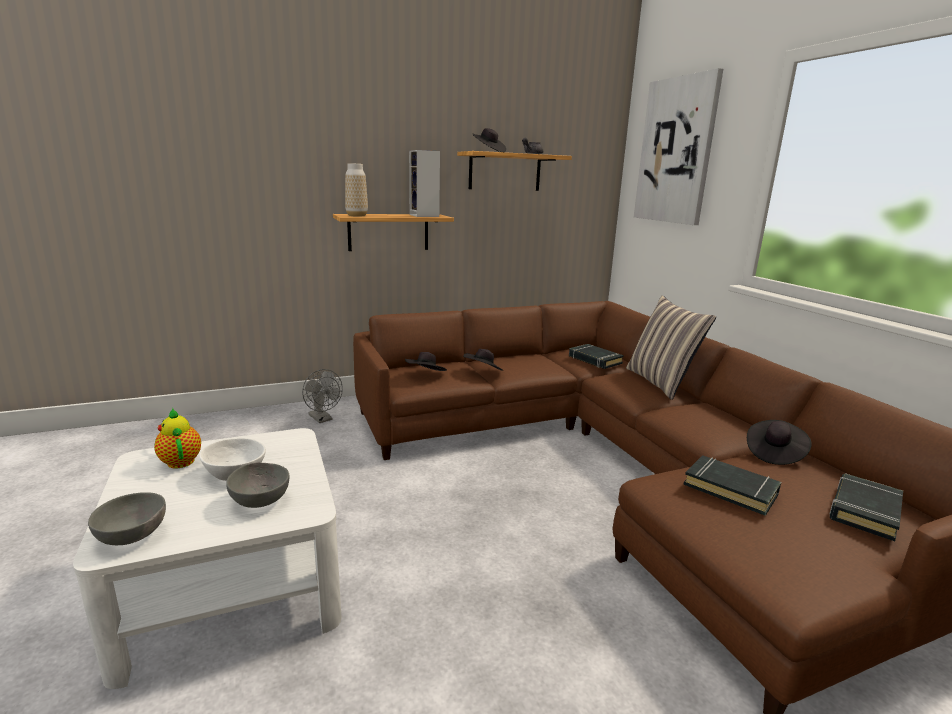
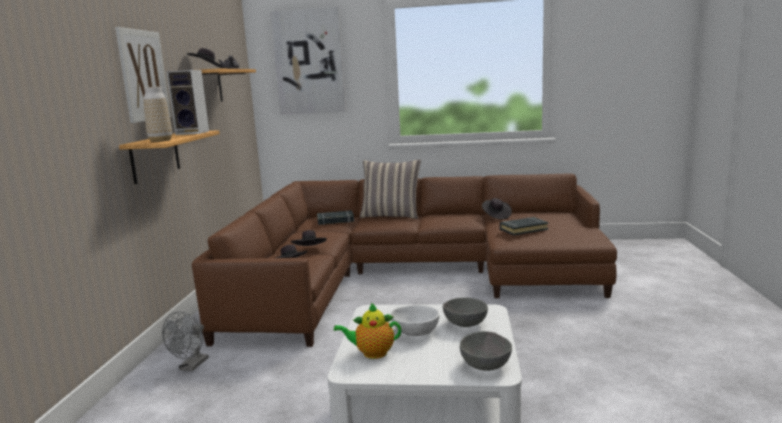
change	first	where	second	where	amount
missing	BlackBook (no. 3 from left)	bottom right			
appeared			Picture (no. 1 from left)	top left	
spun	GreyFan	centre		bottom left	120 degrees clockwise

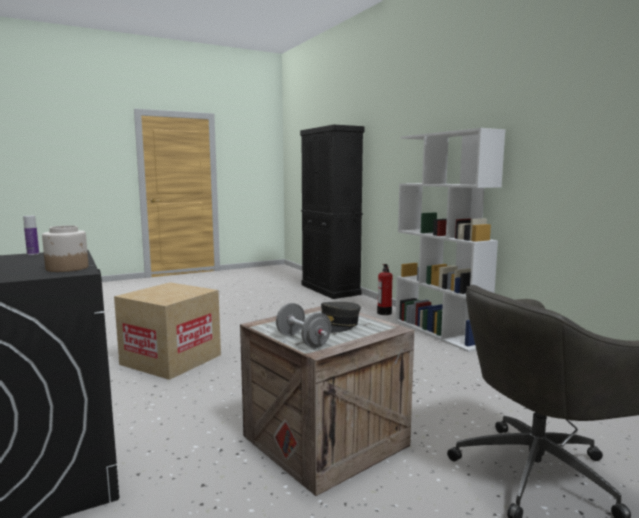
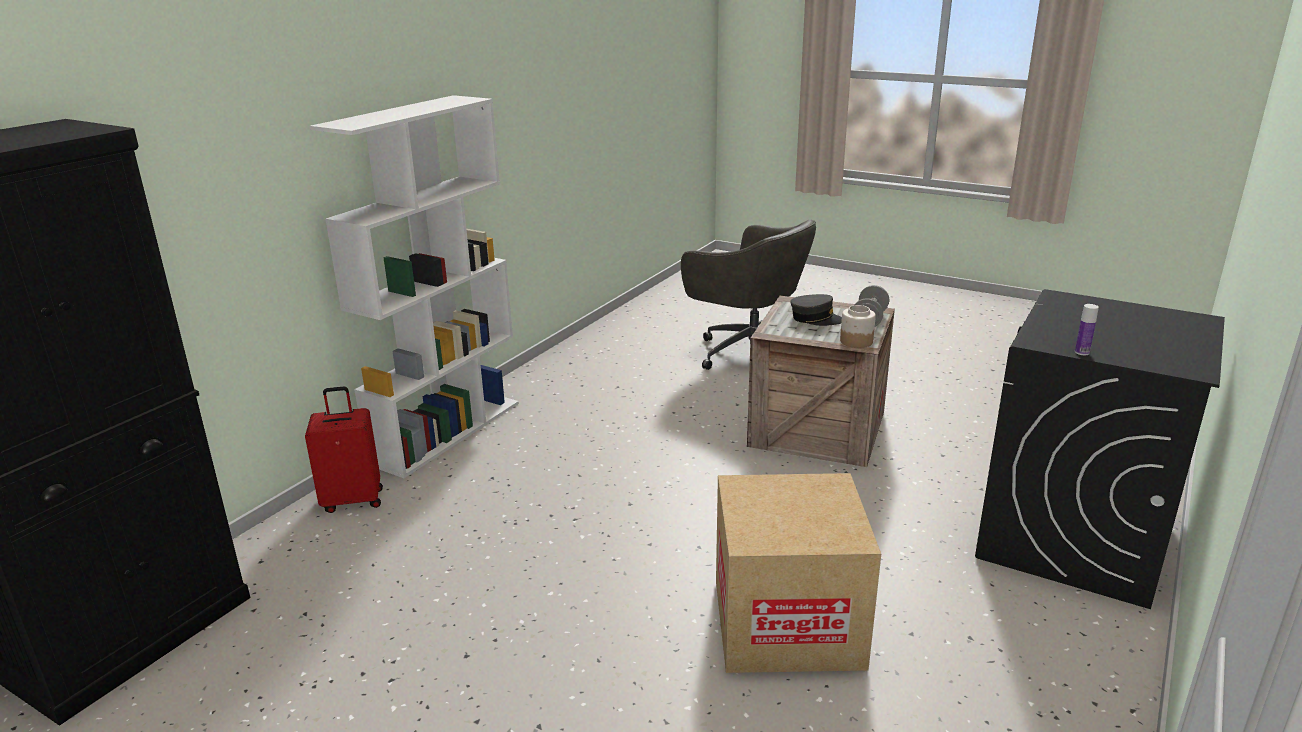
change	first	where	second	where	amount
relocated	Jar	middle left		centre	
exchanged	FireExtinguisher	centre	RedSuitcase	middle left	

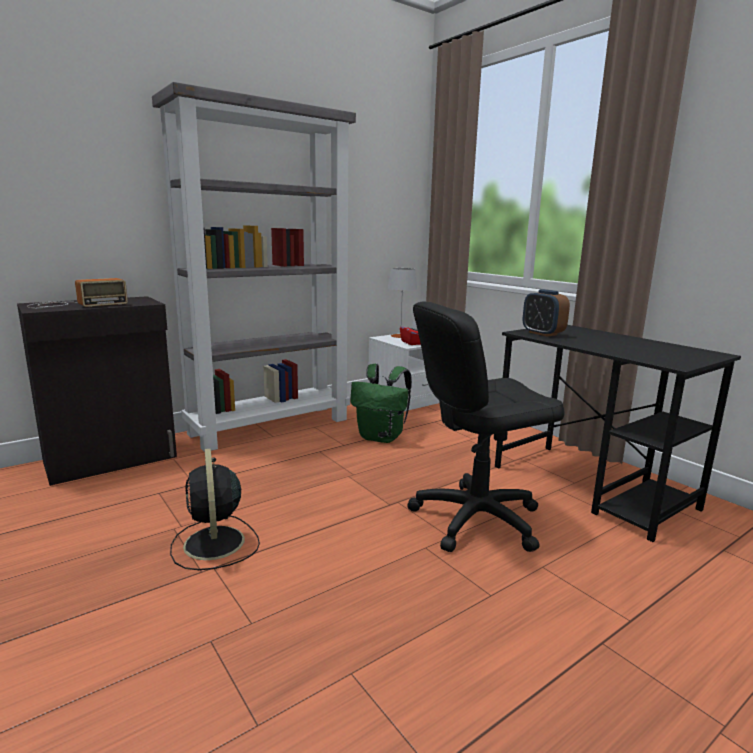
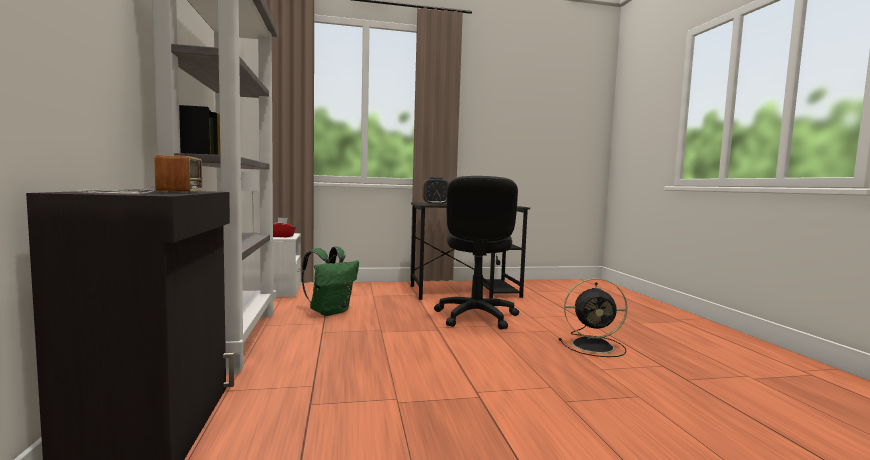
change	first	where	second	where	amount
relocated	BlackFan	bottom left		bottom right	

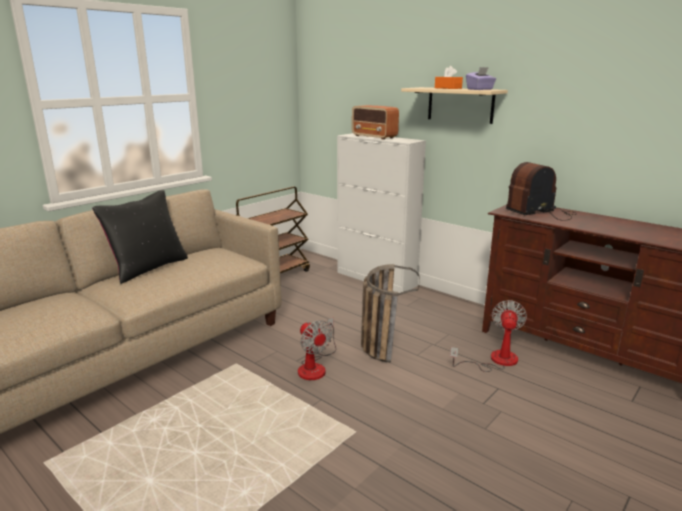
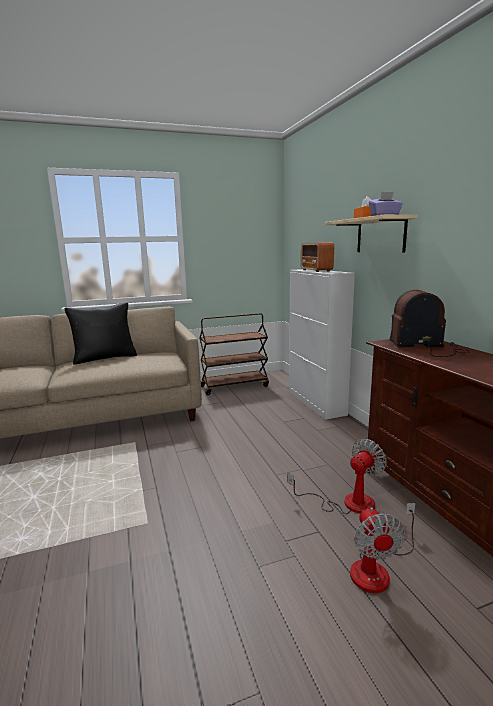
change	first	where	second	where	amount
missing	Basket	centre			
relocated	Fan (no. 1 from left in the first image)	bottom centre	Fan (no. 2 from left)	bottom right	

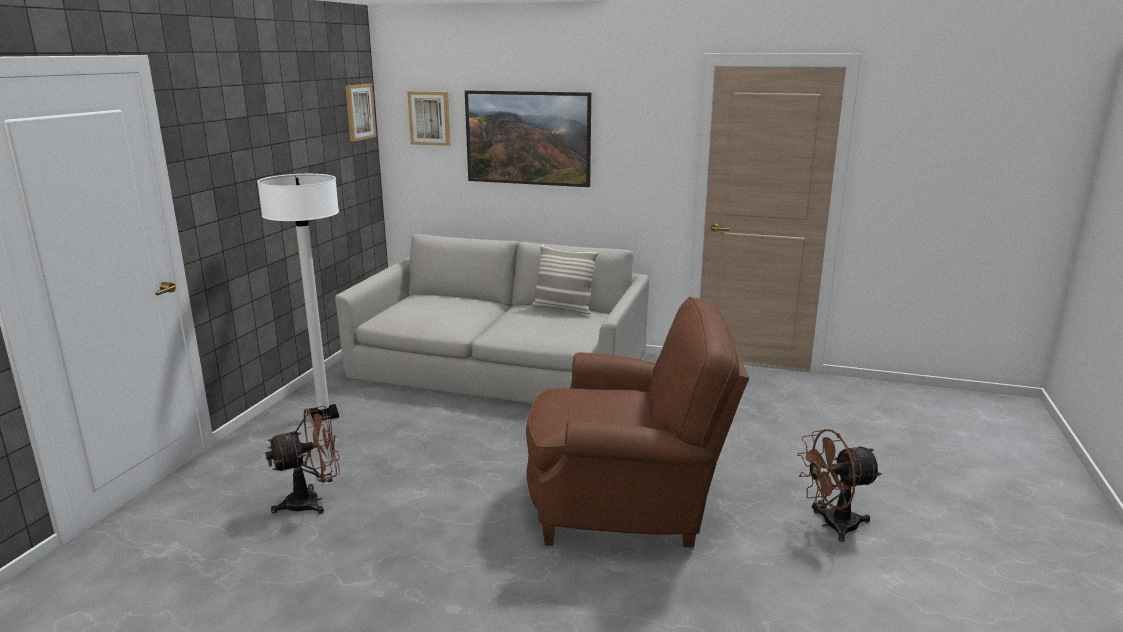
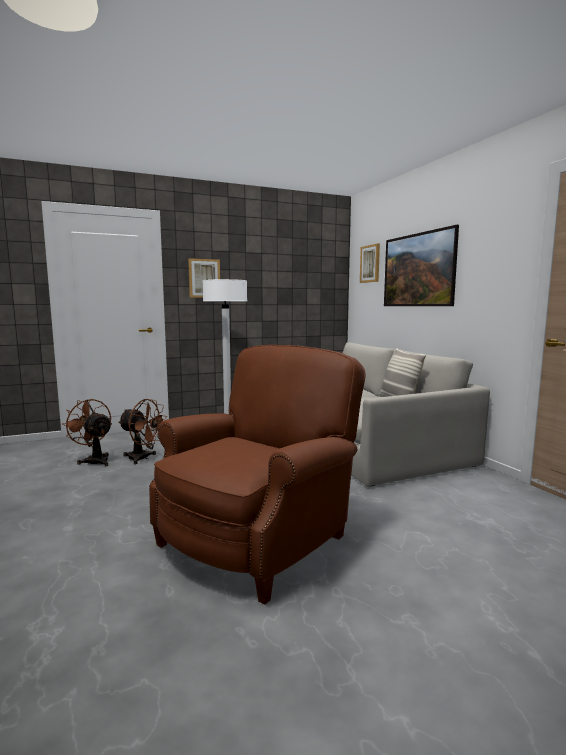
change	first	where	second	where	amount
relocated	Picture (no. 1 from left)	top left		centre	
relocated	BrownFan (no. 2 from left in the first image)	bottom right	BrownFan (no. 1 from left)	middle left	
spun	BrownArmchair	bottom centre		centre	105 degrees counterclockwise

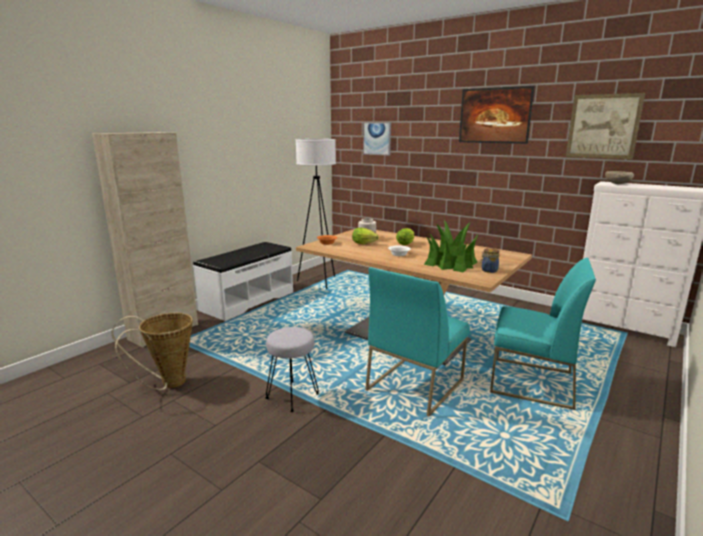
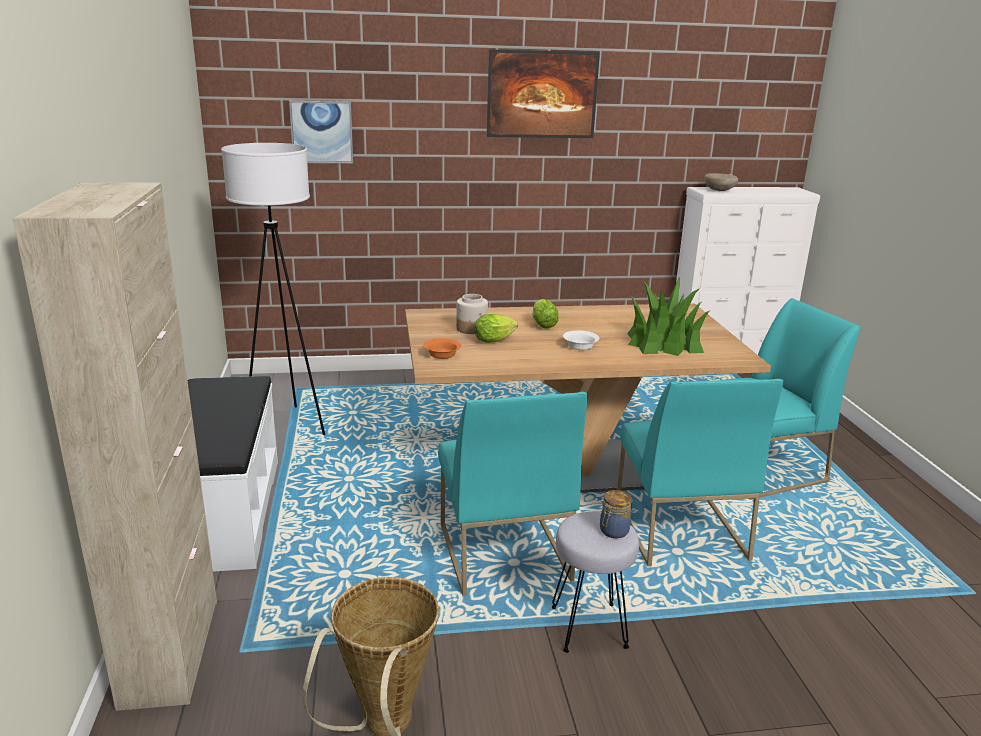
change	first	where	second	where	amount
missing	Picture (no. 3 from left)	top right			
appeared			TurquoiseChair (no. 1 from left)	bottom centre	
relocated	Jar (no. 2 from left)	middle right		bottom centre	

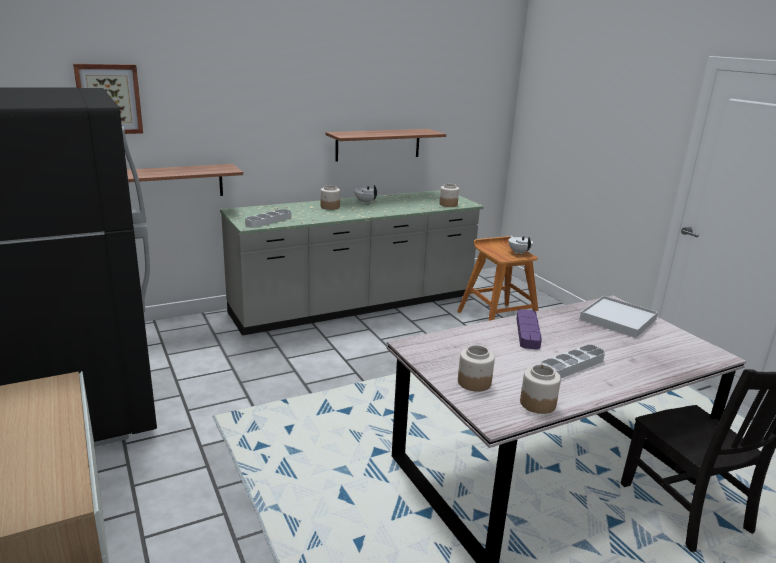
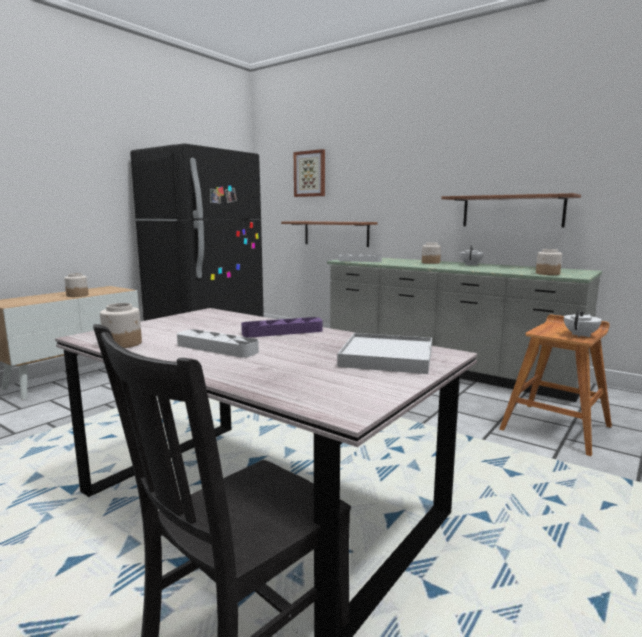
change	first	where	second	where	amount
relocated	Jar (no. 3 from left in the first image)	centre	Jar (no. 1 from left)	middle left	

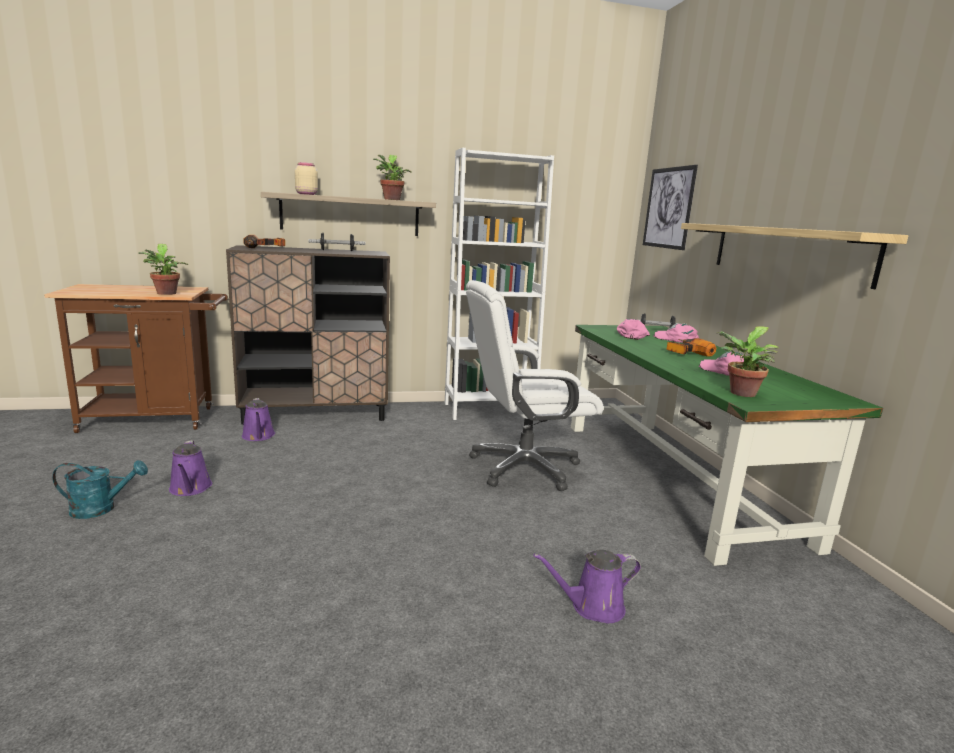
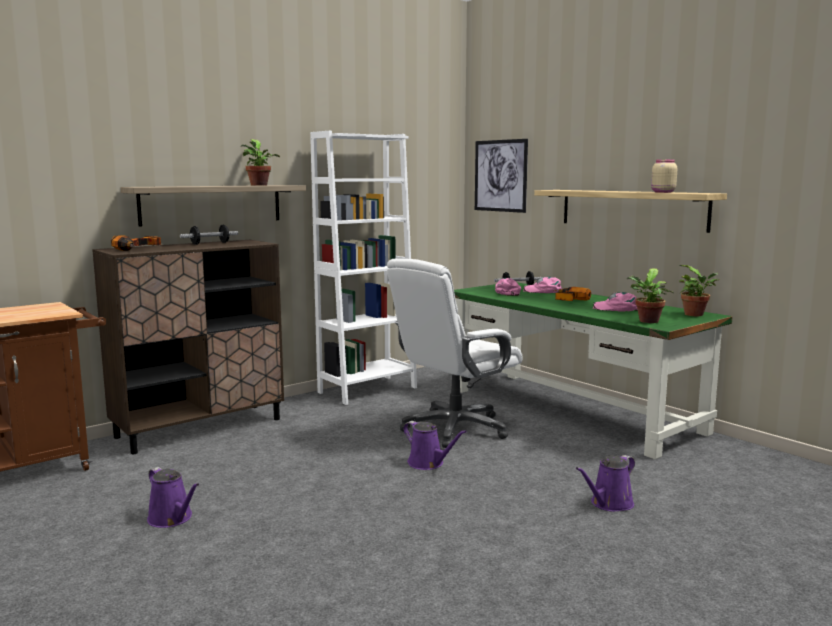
change	first	where	second	where	amount
missing	TurquoiseWateringCan	middle left			
relocated	PottedPlant (no. 1 from left in the first image)	middle left	PottedPlant (no. 3 from left)	middle right	
relocated	PurpleWateringCan (no. 2 from left)	middle left		bottom centre	
relocated	BeigeJar	top left		top right	

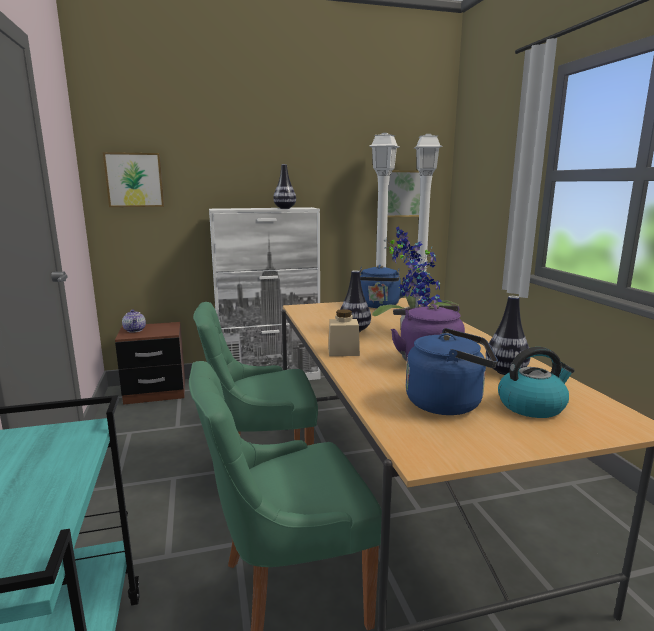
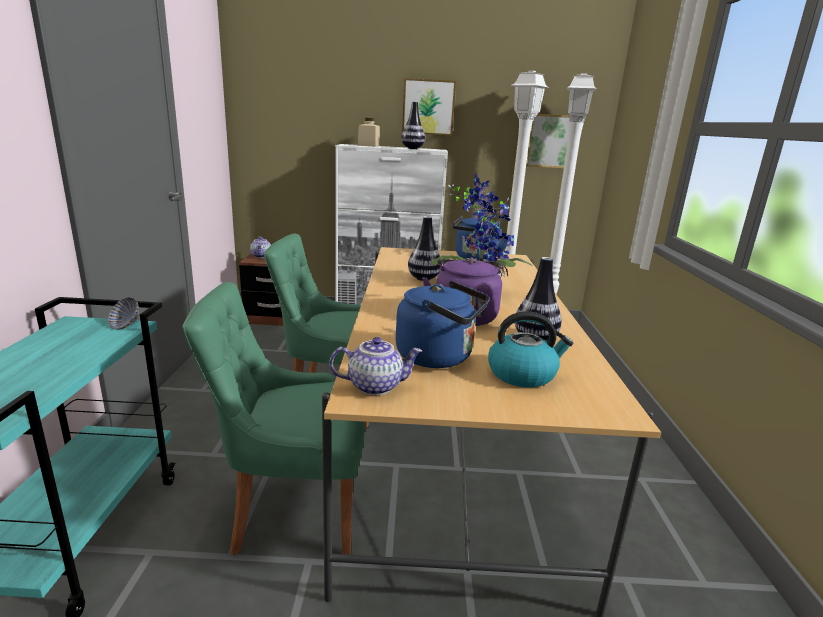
change	first	where	second	where	amount
appeared			Bowl	middle left	
appeared			Teapot (no. 2 from left)	centre	
relocated	Picture (no. 1 from left)	top left		top centre	
relocated	BeigeJar	centre		top centre	

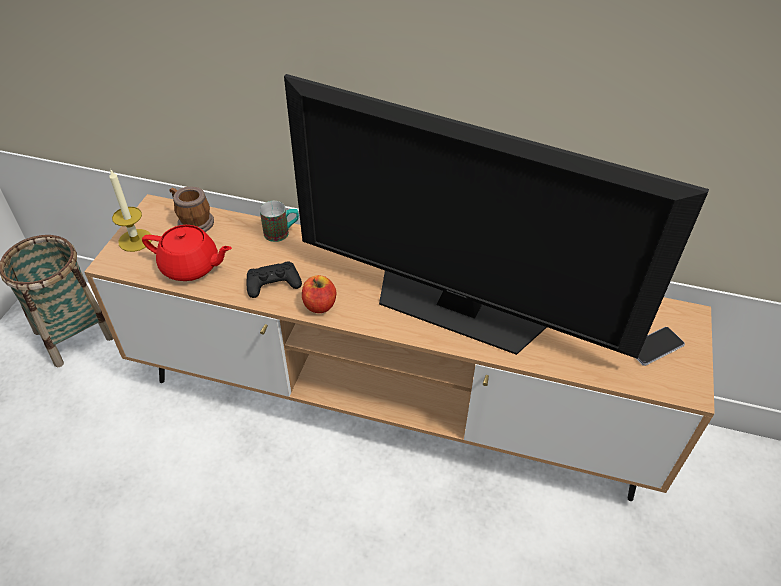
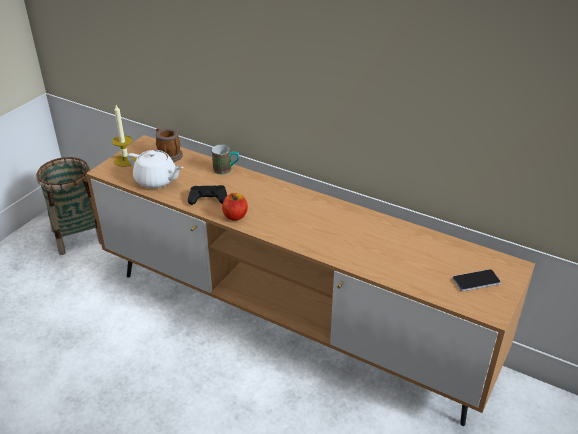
change	first	where	second	where	amount
missing	Television	centre			
colour	RedTeapot	middle left	WhiteTeapot	middle left	

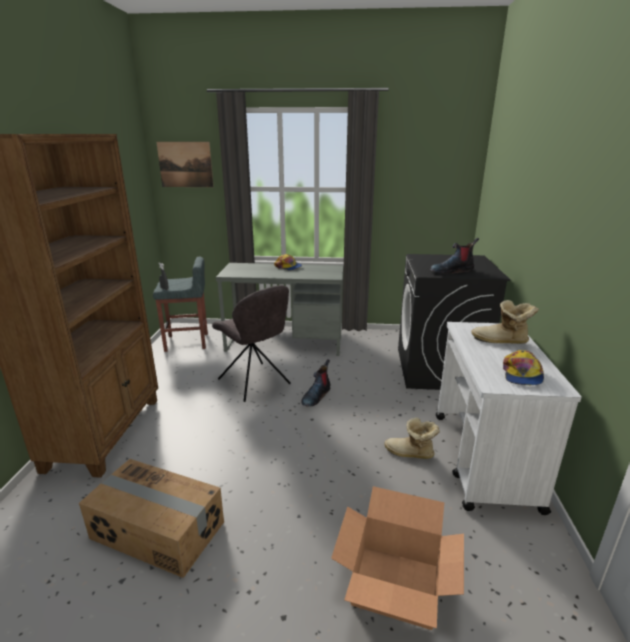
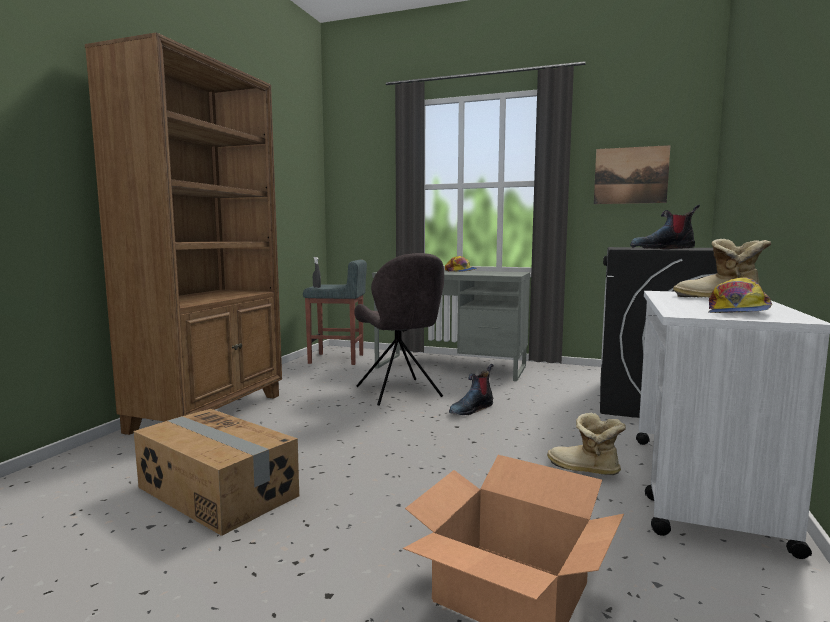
change	first	where	second	where	amount
relocated	Picture	top left		top right	

